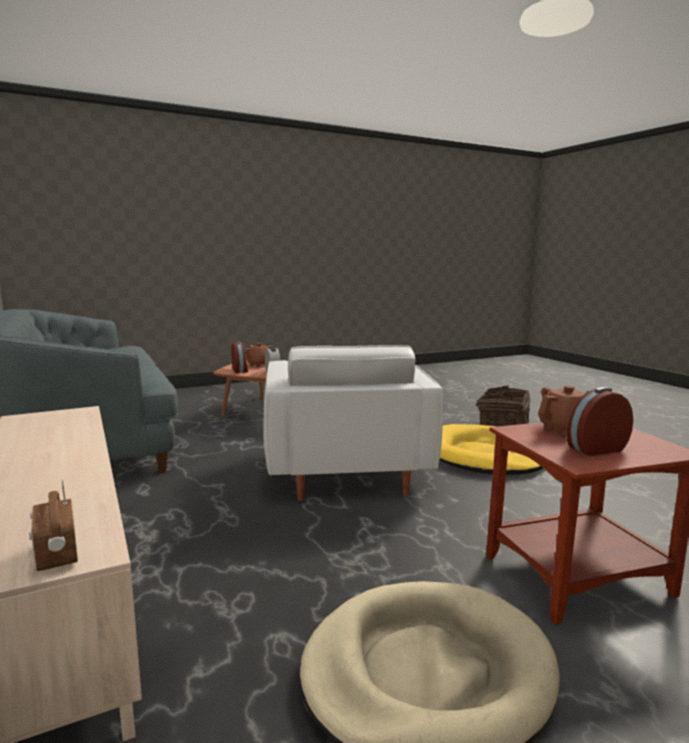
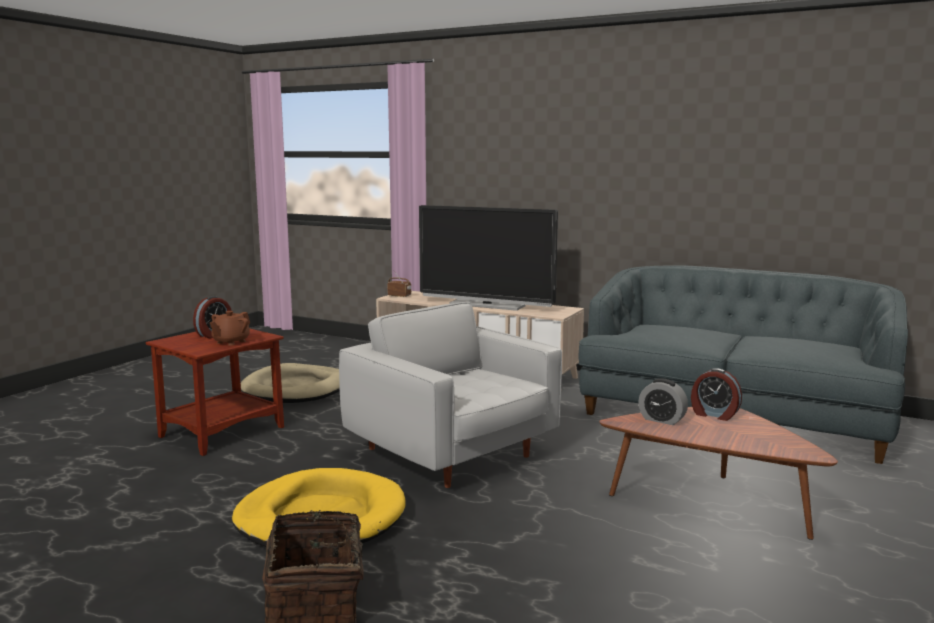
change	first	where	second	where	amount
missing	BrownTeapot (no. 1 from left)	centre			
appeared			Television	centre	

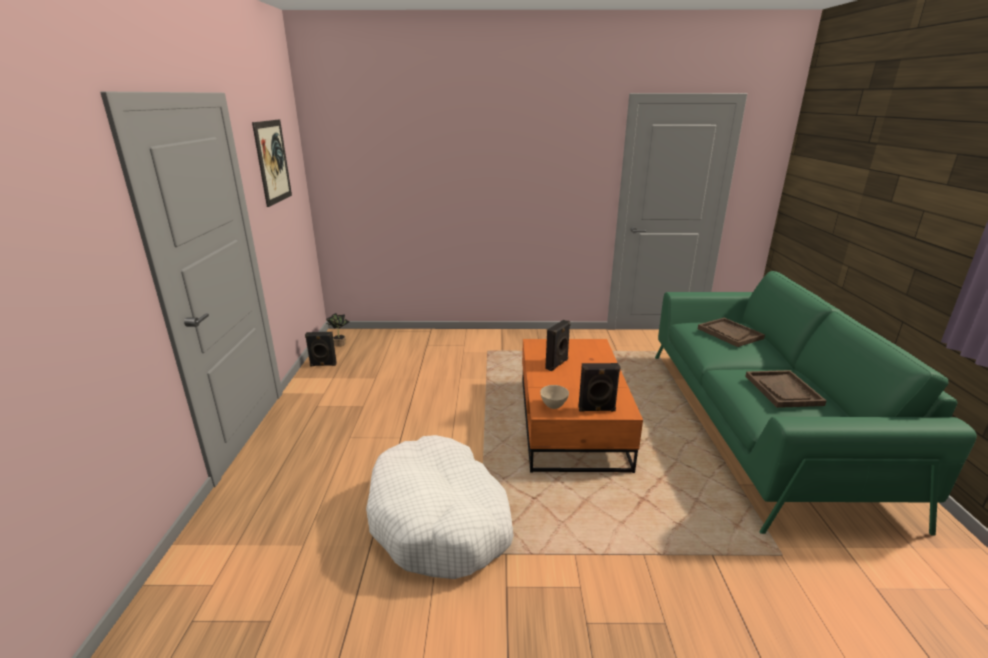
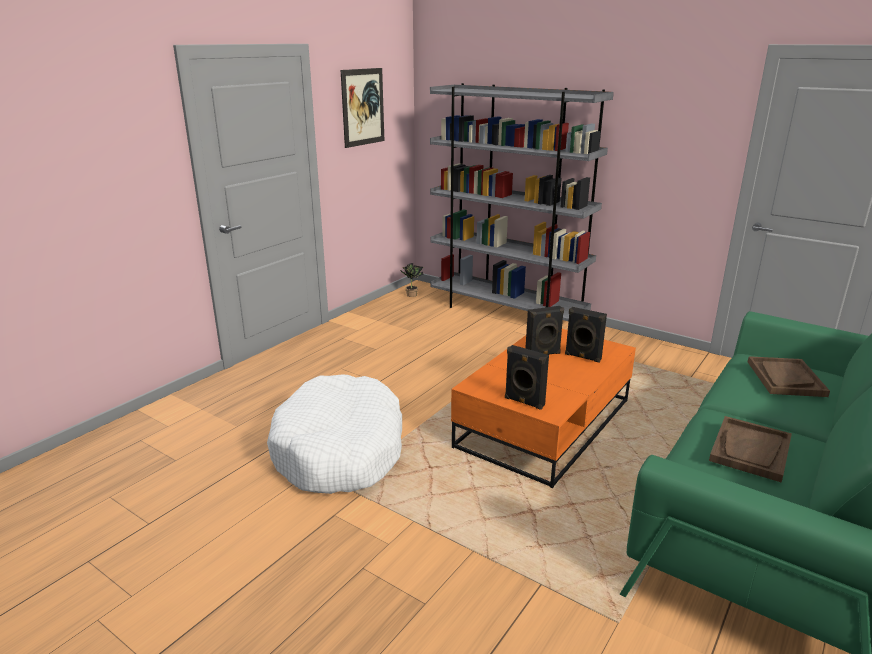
change	first	where	second	where	amount
missing	BeigeBowl	centre			
appeared			GreyBookcase	top centre	
relocated	BlackSpeaker (no. 1 from left in the first image)	middle left	BlackSpeaker (no. 3 from left)	middle right	

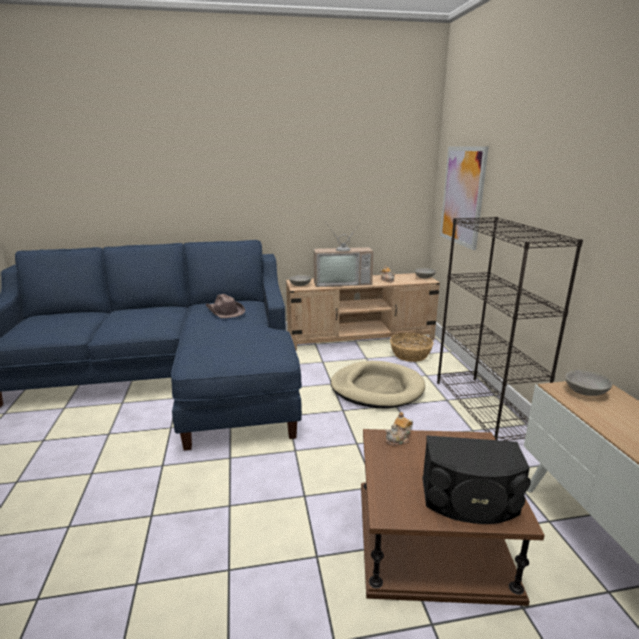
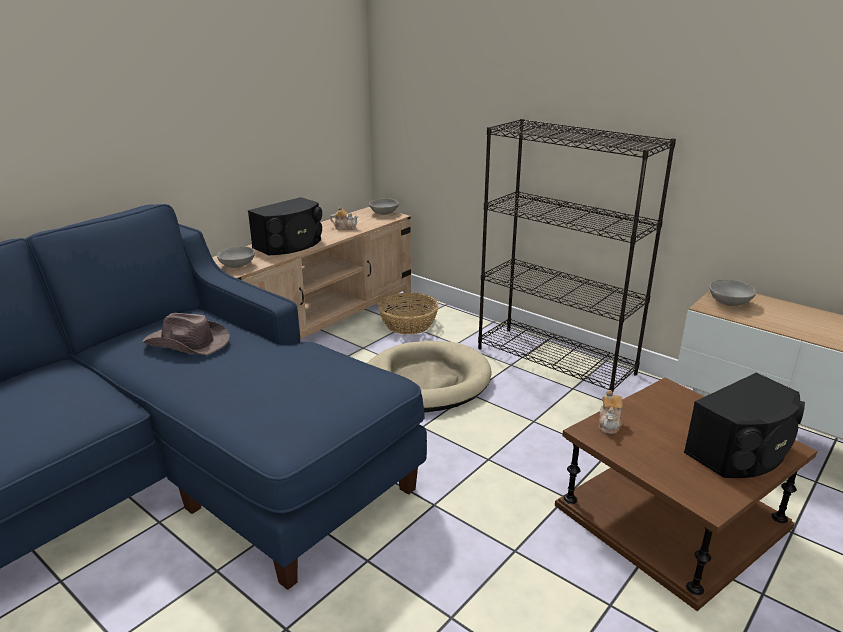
change	first	where	second	where	amount
missing	Picture	top right			
exchanged	Television	centre	BlackSpeaker (no. 1 from left)	centre	

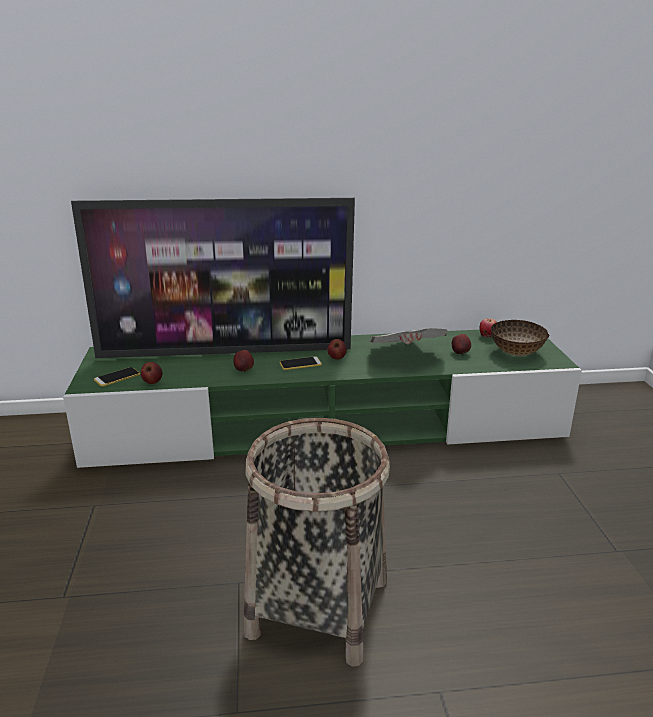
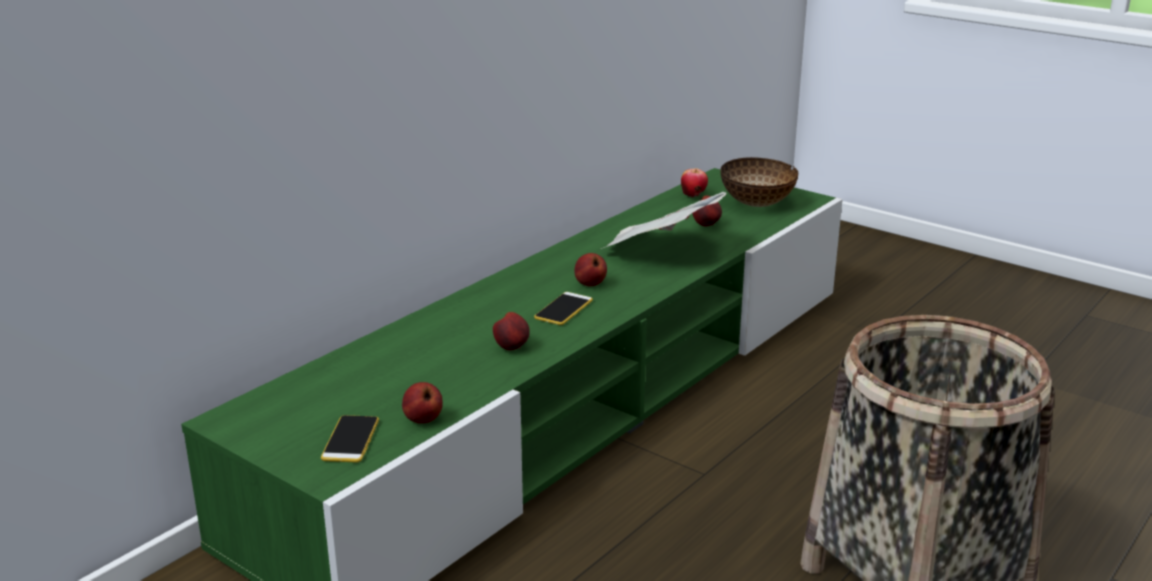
change	first	where	second	where	amount
missing	Television	middle left			

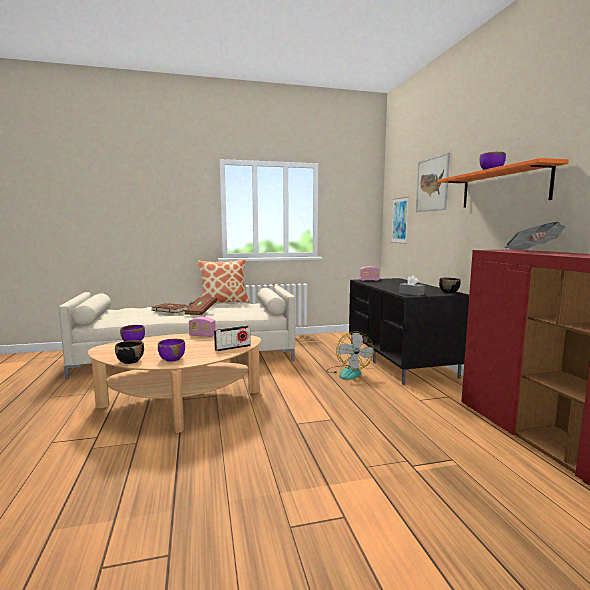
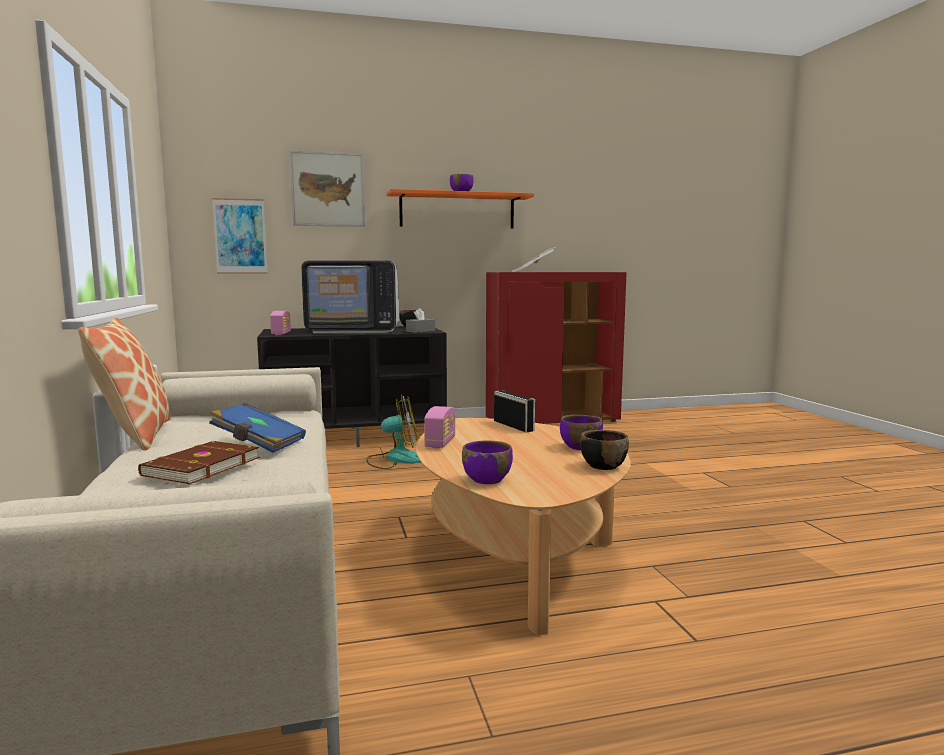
change	first	where	second	where	amount
appeared			Television	centre	
colour	BrownBook (no. 2 from left)	centre	BlueBook	middle left	

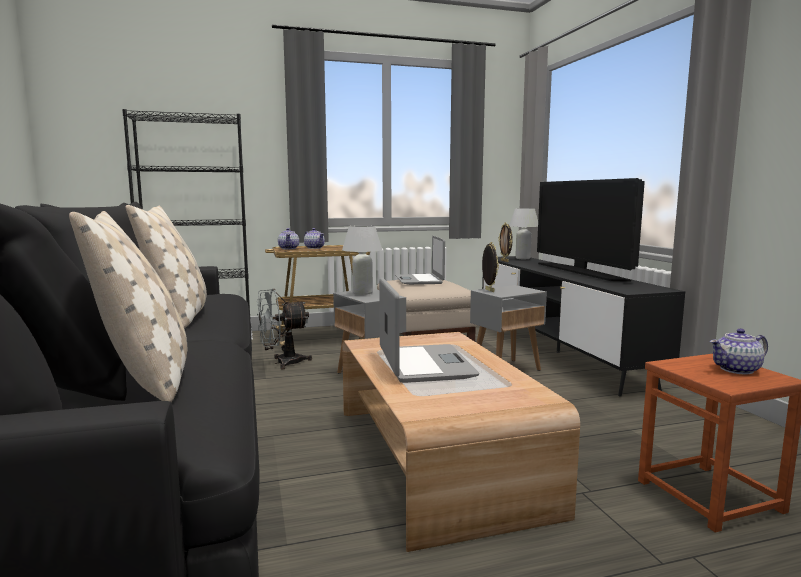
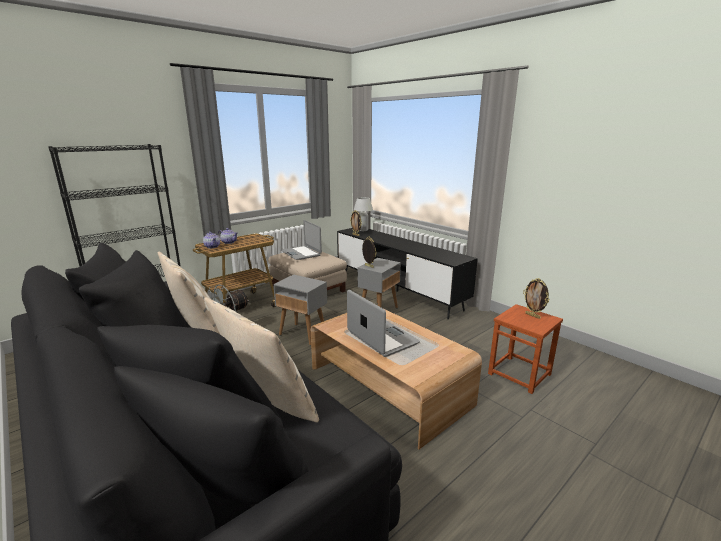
change	first	where	second	where	amount
missing	WhiteTableLamp (no. 1 from left)	centre			
missing	Television	middle right			
exchanged	Teapot (no. 3 from left)	middle right	PictureFrame (no. 3 from left)	middle right	

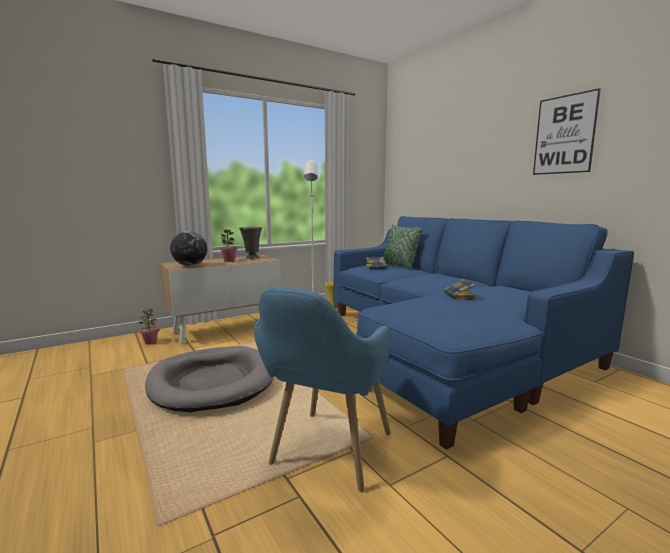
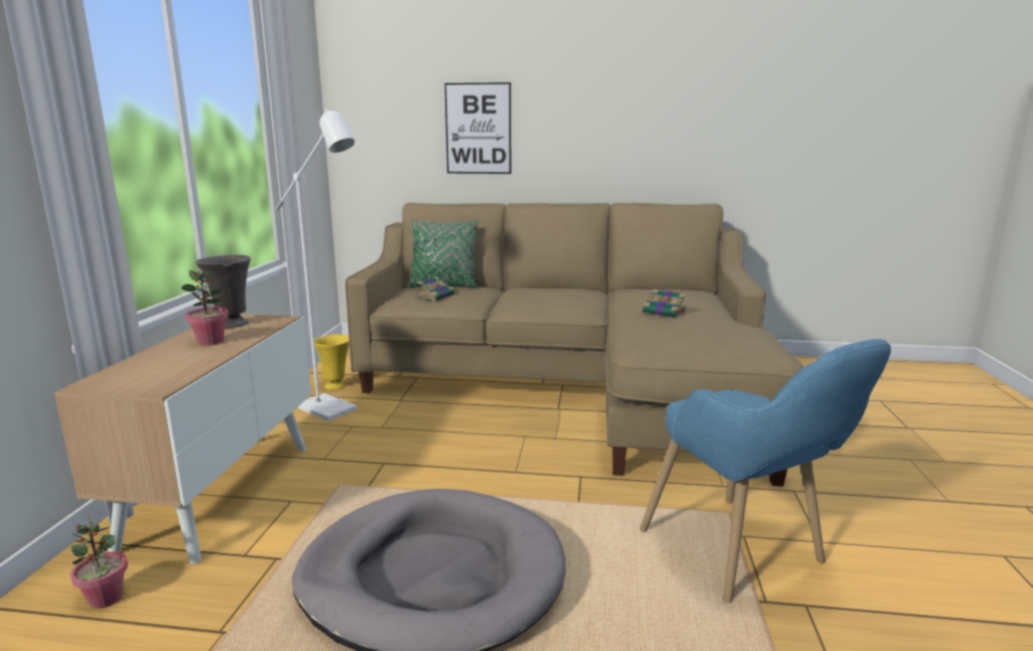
change	first	where	second	where	amount
missing	Globe	middle left			
relocated	Picture	top right		top centre	
colour	BlueSofa	middle right	BeigeSofa	centre	

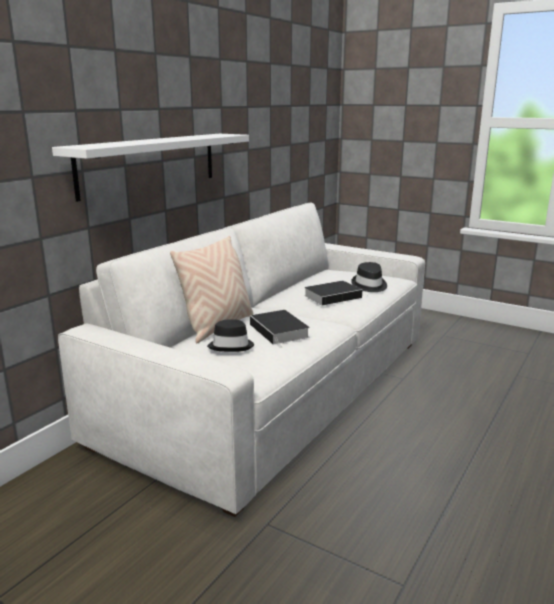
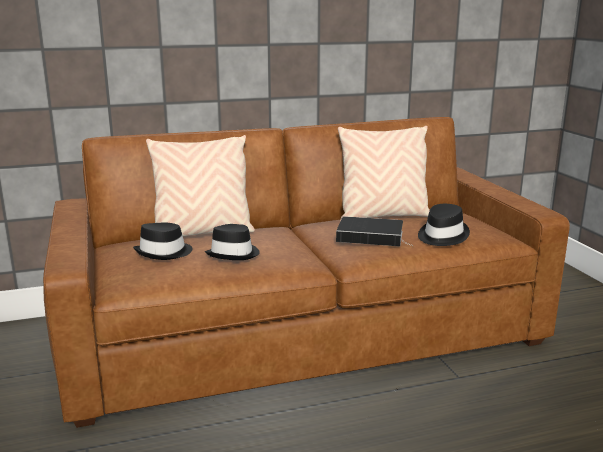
change	first	where	second	where	amount
missing	WhiteShelf	top left			
appeared			BeigePillow (no. 2 from left)	centre	
exchanged	Book (no. 1 from left)	centre	BlackHat (no. 2 from left)	centre	
colour	WhiteSofa	centre	BrownSofa	centre	

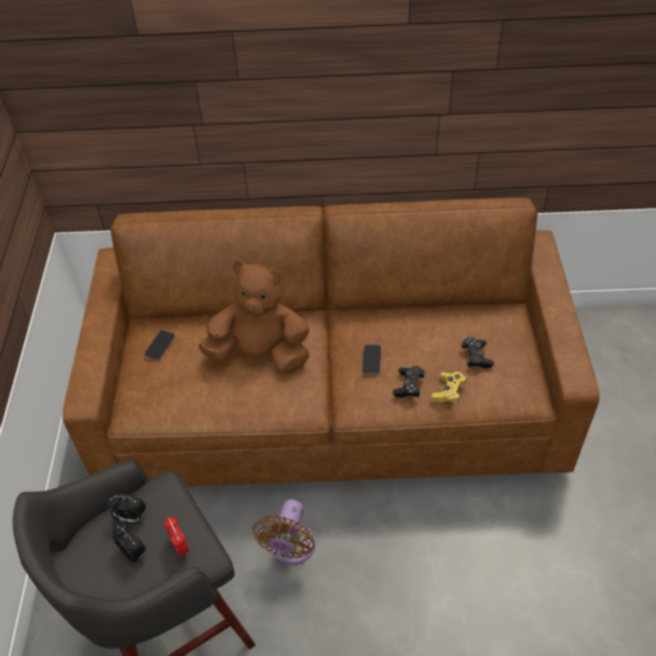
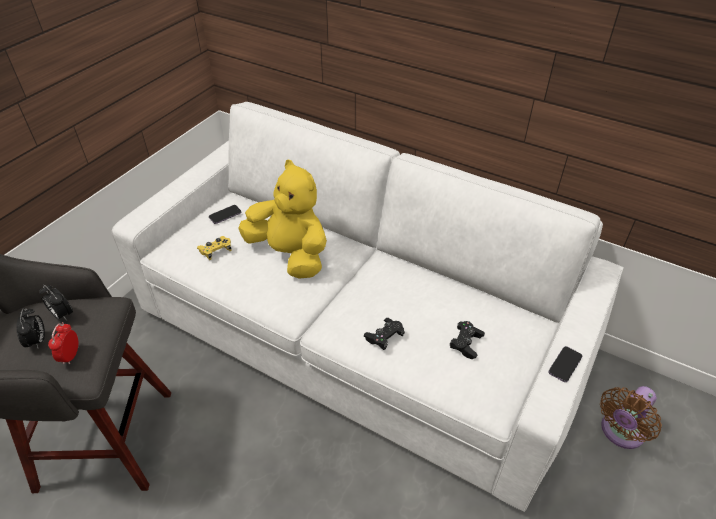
change	first	where	second	where	amount
relocated	BrownFan	bottom centre		bottom right	
relocated	Phone (no. 2 from left)	centre		bottom right	
relocated	YellowGameController	middle right		middle left	
colour	BrownSofa	centre	WhiteSofa	centre	
colour	BrownPlushToy	centre	YellowPlushToy	centre	

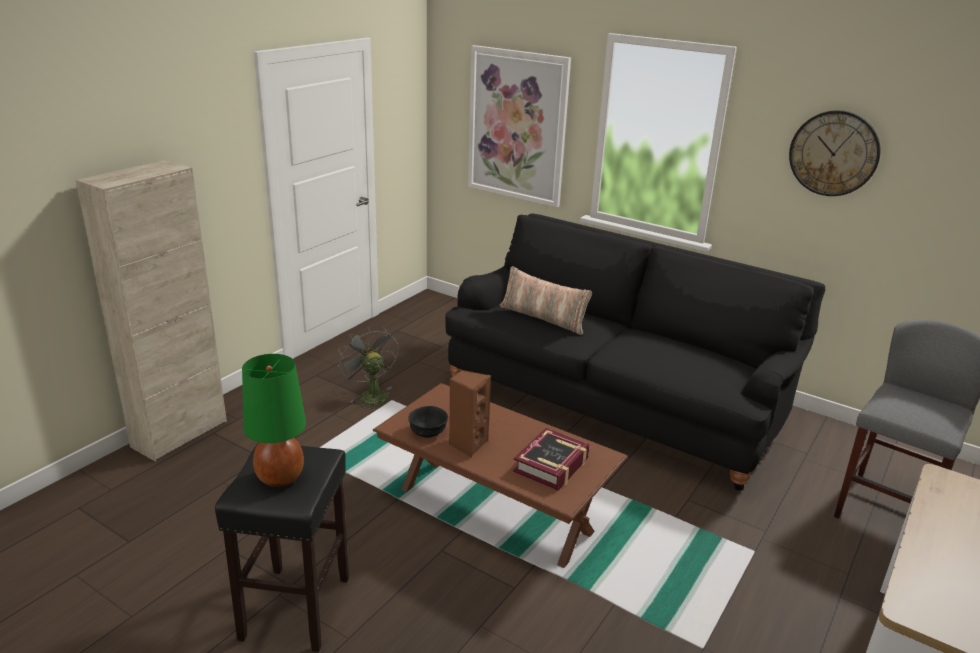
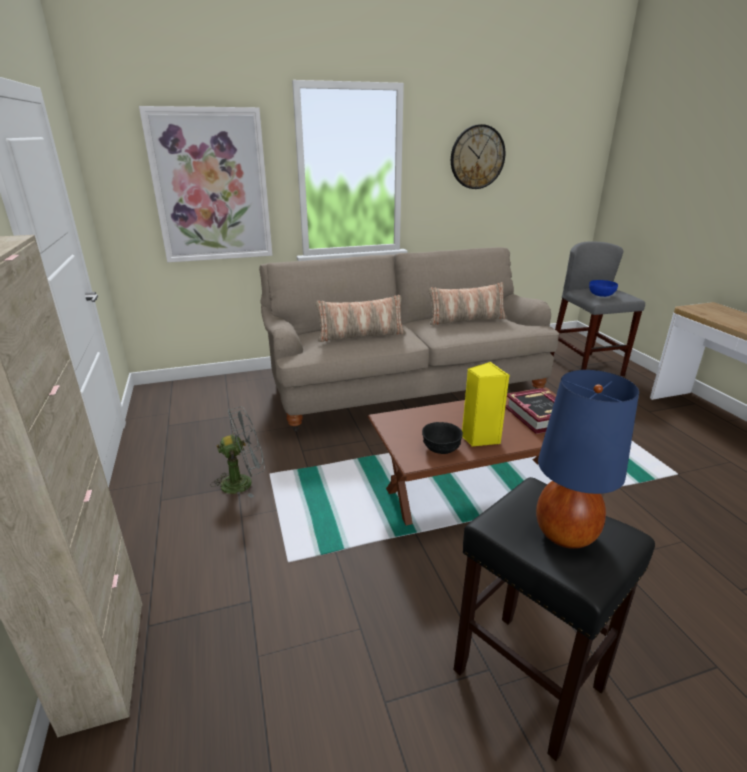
change	first	where	second	where	amount
appeared			Pillow (no. 2 from left)	centre	
appeared			BlueBowl	middle right	
colour	GreenTableLamp	middle left	BlueTableLamp	middle right	
colour	BlackSofa	centre	BeigeSofa	centre	
colour	BrownSpeaker	centre	YellowSpeaker	centre	
spun	GreyFan	centre		middle left	150 degrees clockwise

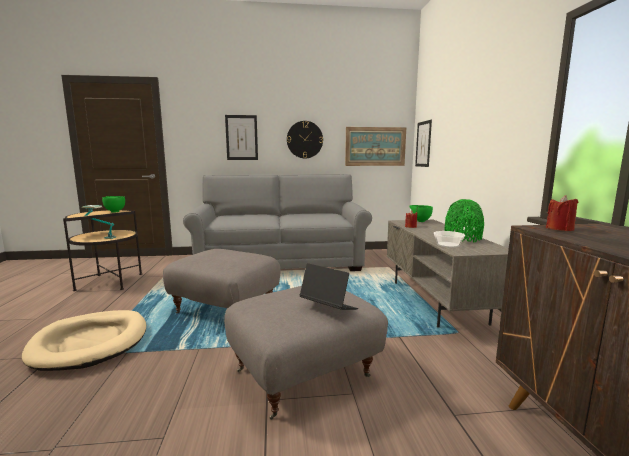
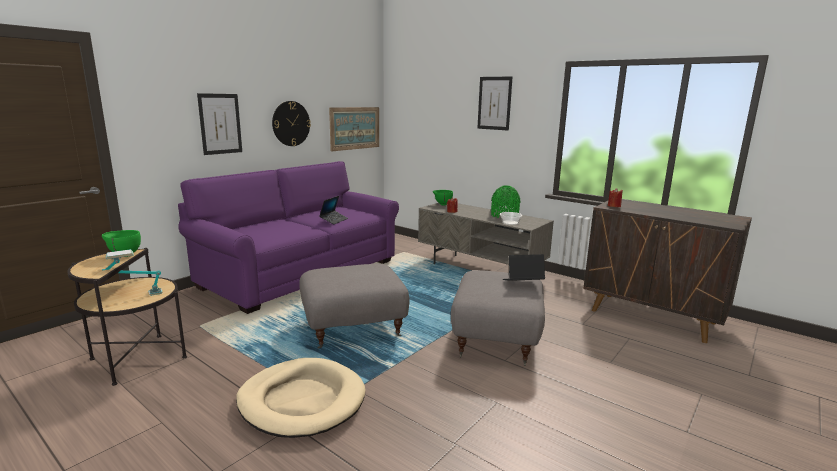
change	first	where	second	where	amount
appeared			Laptop (no. 1 from left)	centre	
relocated	Picture (no. 3 from left)	top right		top centre	
colour	GreySofa	centre	PurpleSofa	centre	

